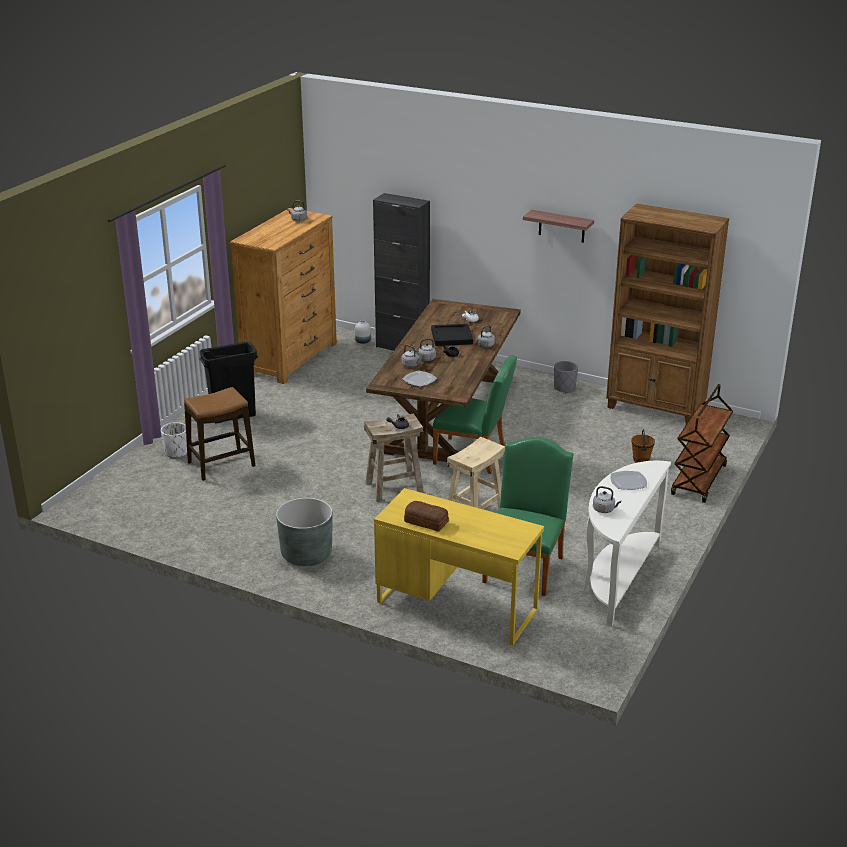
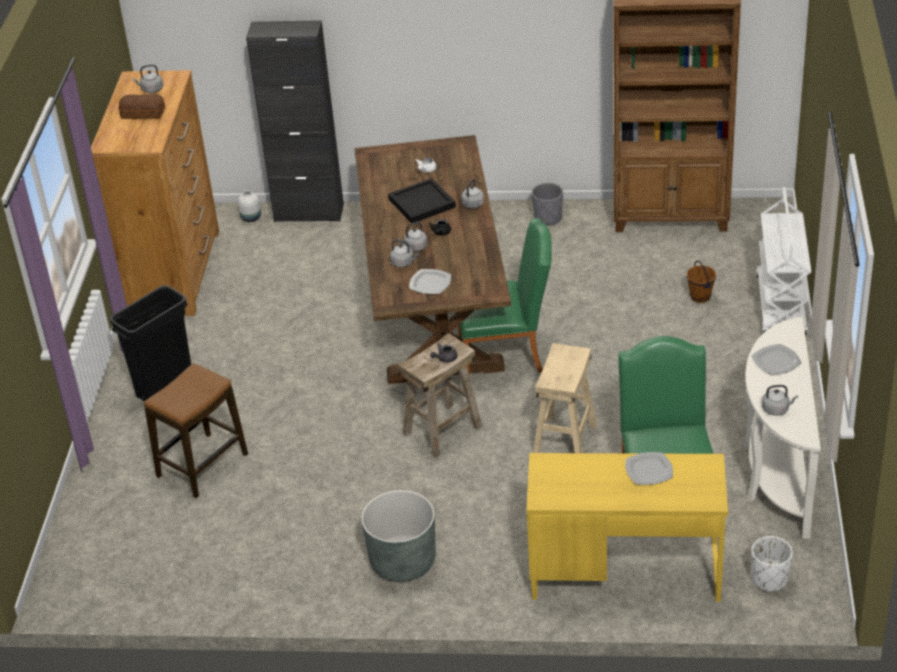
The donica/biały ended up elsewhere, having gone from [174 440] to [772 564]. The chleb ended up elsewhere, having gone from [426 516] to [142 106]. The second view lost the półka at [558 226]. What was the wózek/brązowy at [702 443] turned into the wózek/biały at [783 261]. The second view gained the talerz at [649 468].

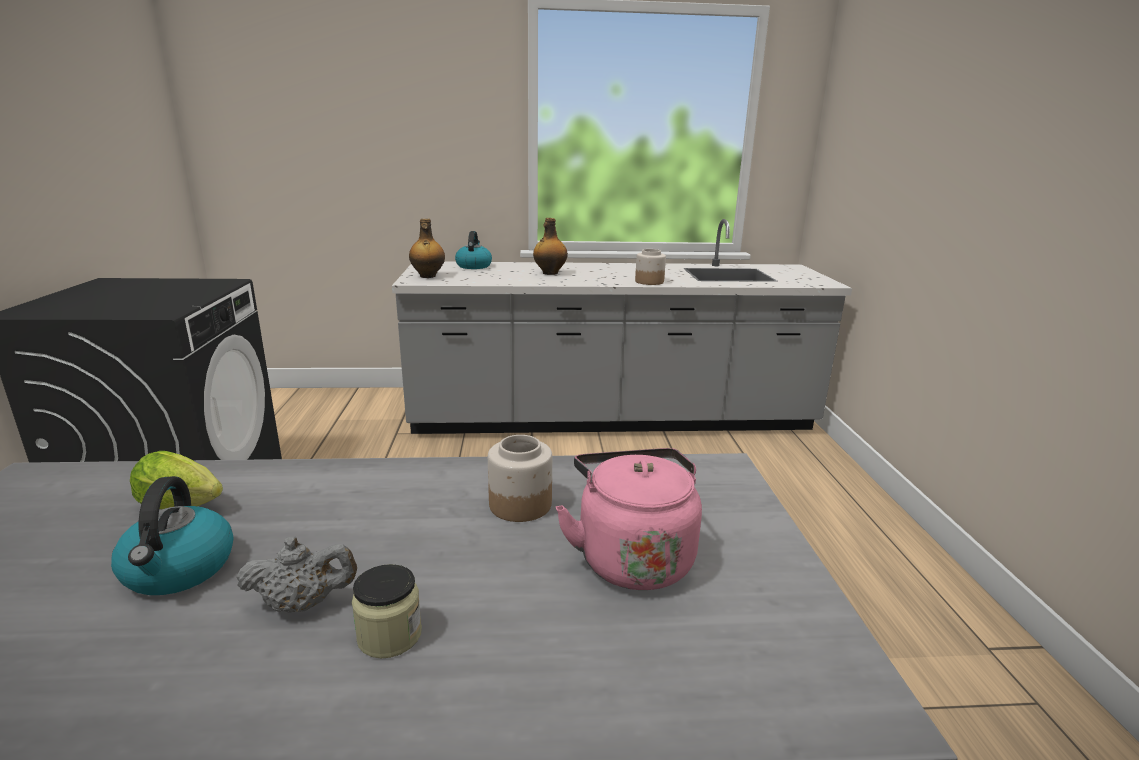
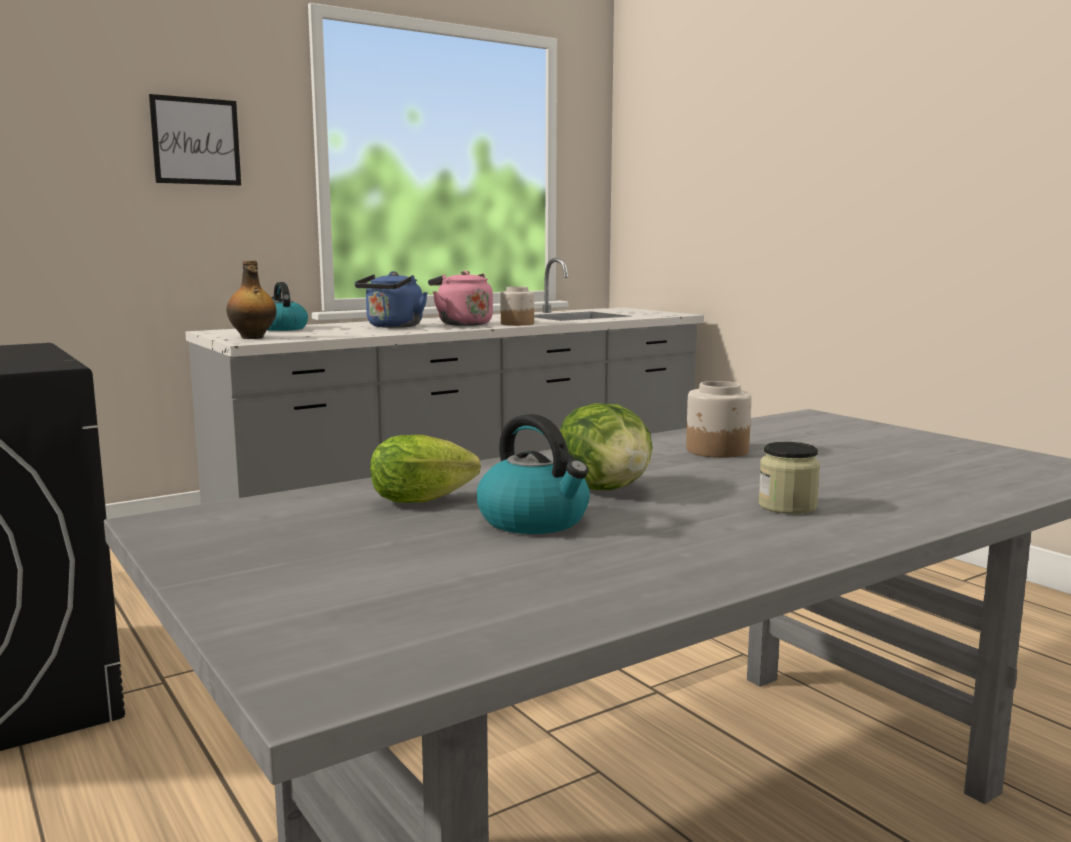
The second view lost the imbryk/szary at [297 574]. Where the butelka stood at [550 246], the czajnik/niebieski came to stand at [391 299]. The czajnik/różowy ended up elsewhere, having gone from [629 519] to [460 298]. The second view gained the obraz at [195 140]. The second view gained the sałata at [606 446].

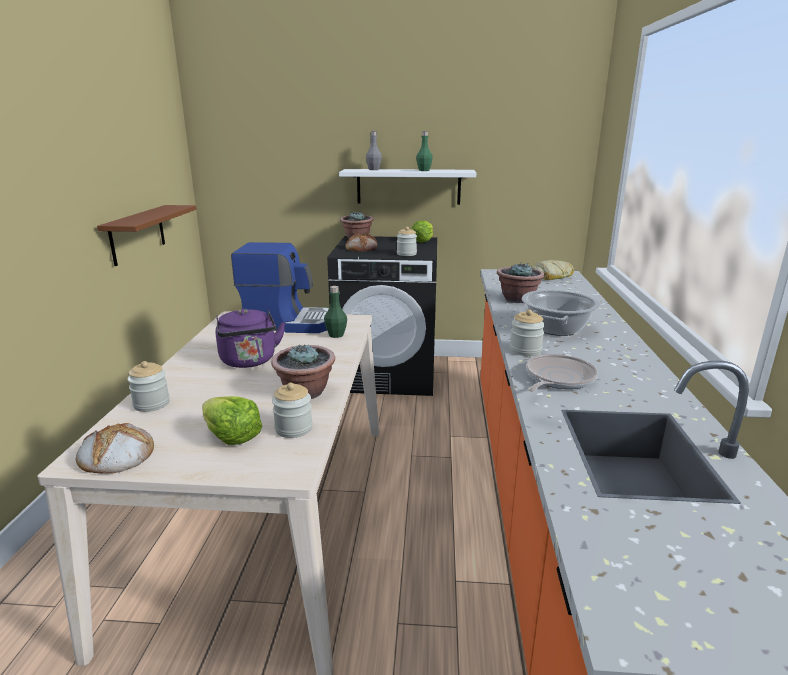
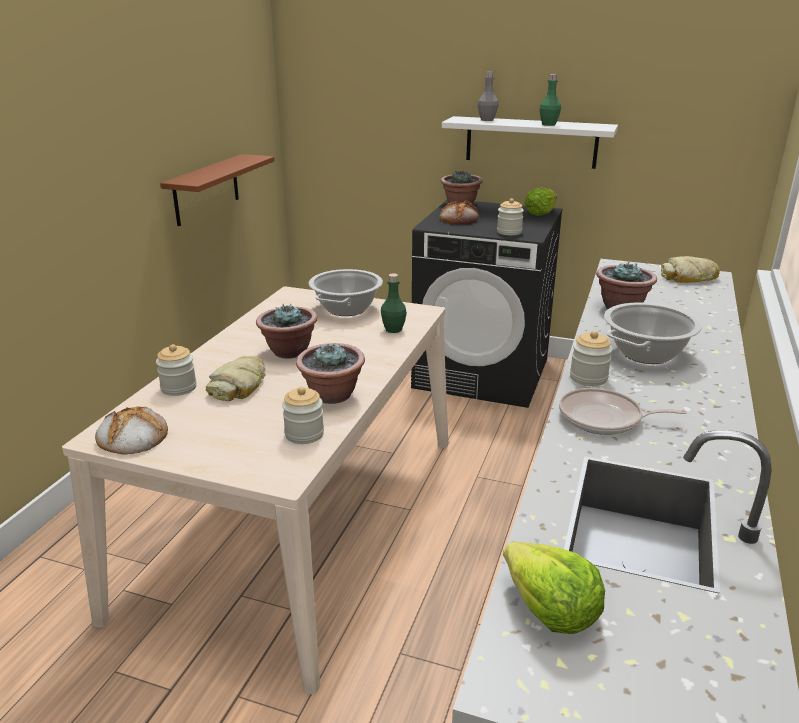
The sałata ended up elsewhere, having gone from [232 420] to [554 588]. Where the czajnik/fioletowy stood at [250 338], the roślina doniczkowa came to stand at [286 331]. Where the ekspres do kawy stood at [280 287], the garnek came to stand at [346 292]. The patelnia at [562 373] ended up facing another way, 135 degrees counterclockwise from before. The second view gained the chleb at [236 378].

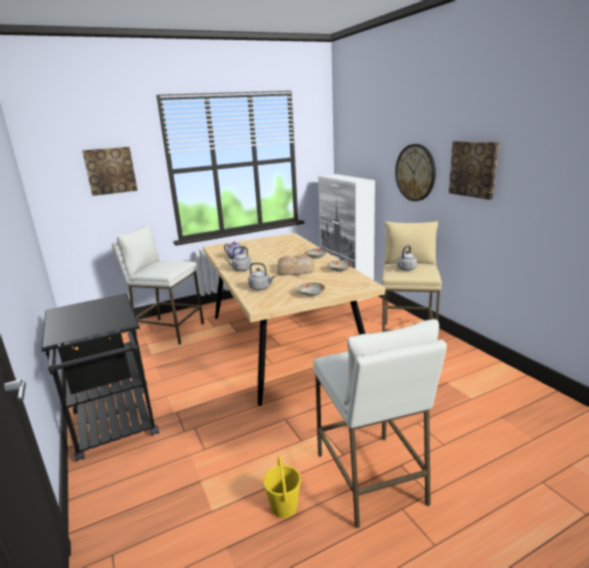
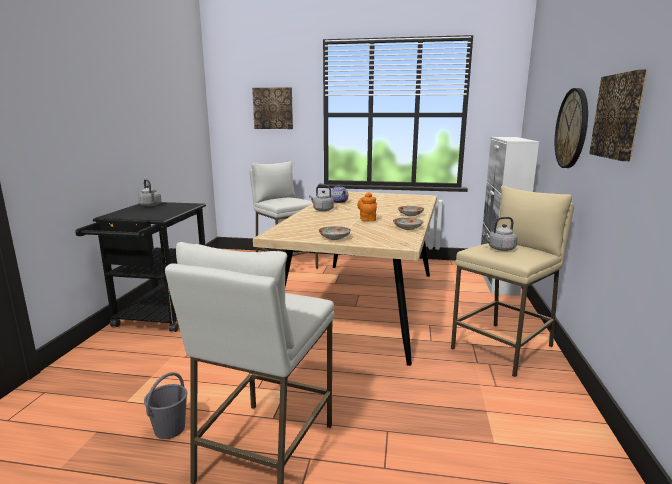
The czajnik/szary ended up elsewhere, having gone from [261 276] to [150 192]. What was the wiadro/żółty at [282 487] turned into the wiadro/szary at [165 405]. Where the chleb stood at [296 265], the imbryk/pomarańczowy came to stand at [367 207].

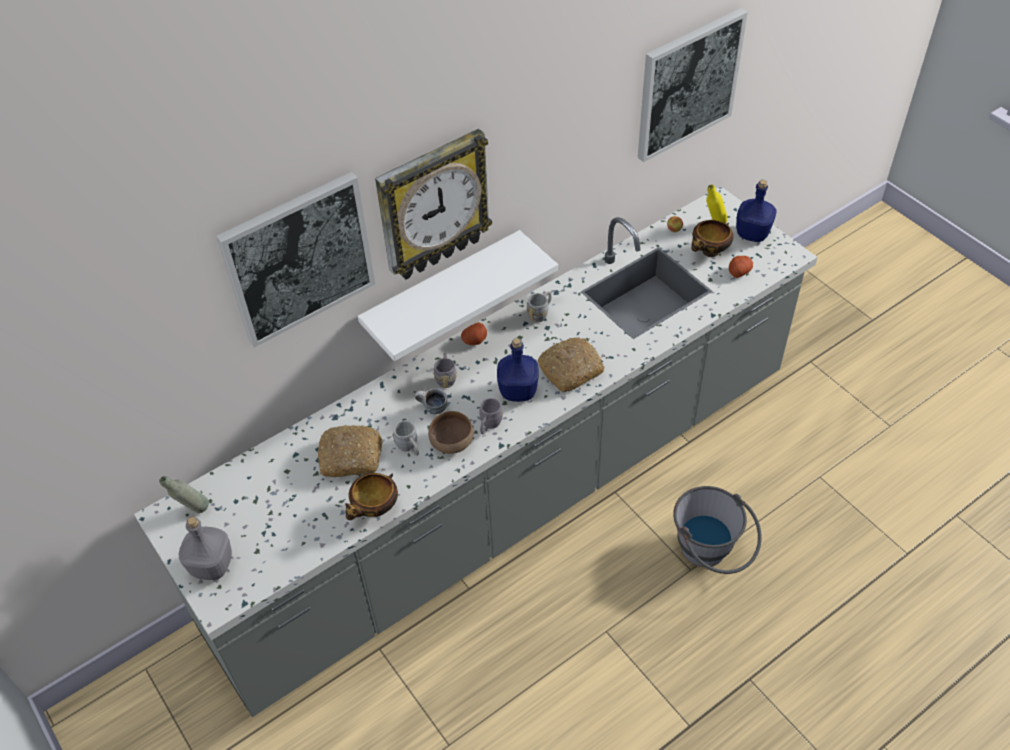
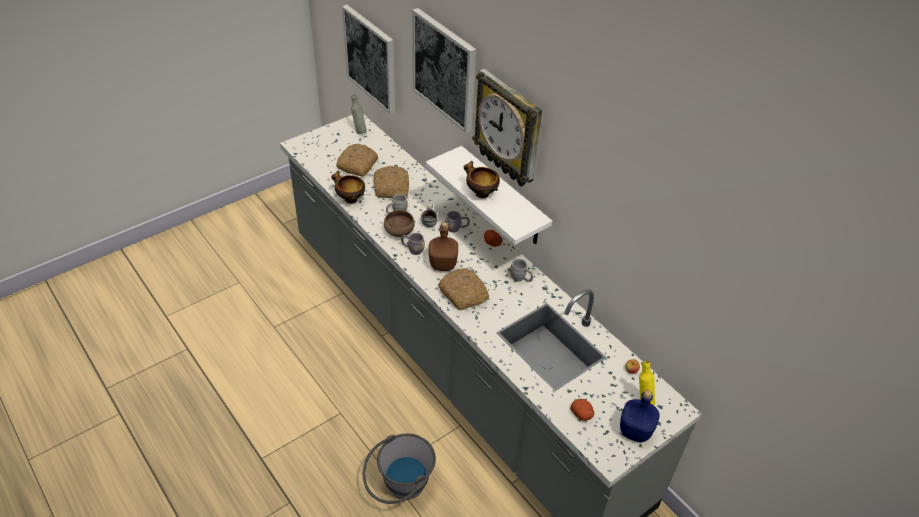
The second view lost the butelka/szary at [205 548]. What was the butelka/niebieski at [518 370] turned into the butelka/brązowy at [443 246]. The obraz ended up elsewhere, having gone from [693 85] to [368 59]. The miska ended up elsewhere, having gone from [712 238] to [482 180]. The second view gained the chleb at [357 160].

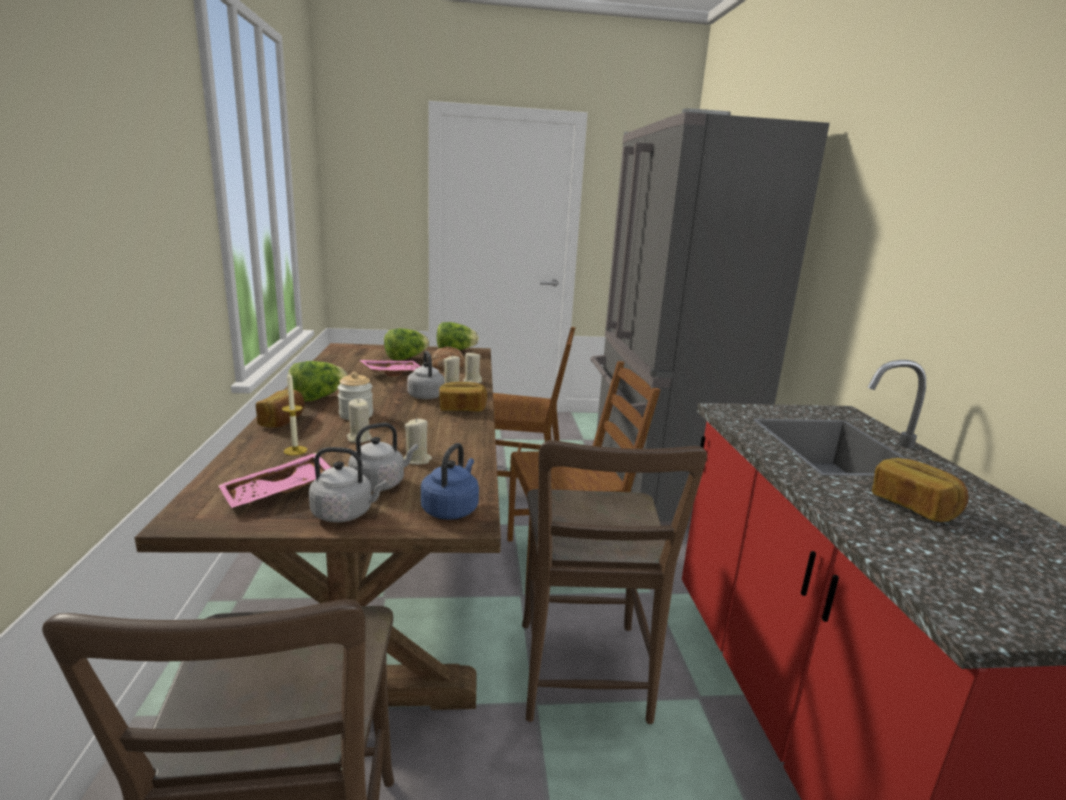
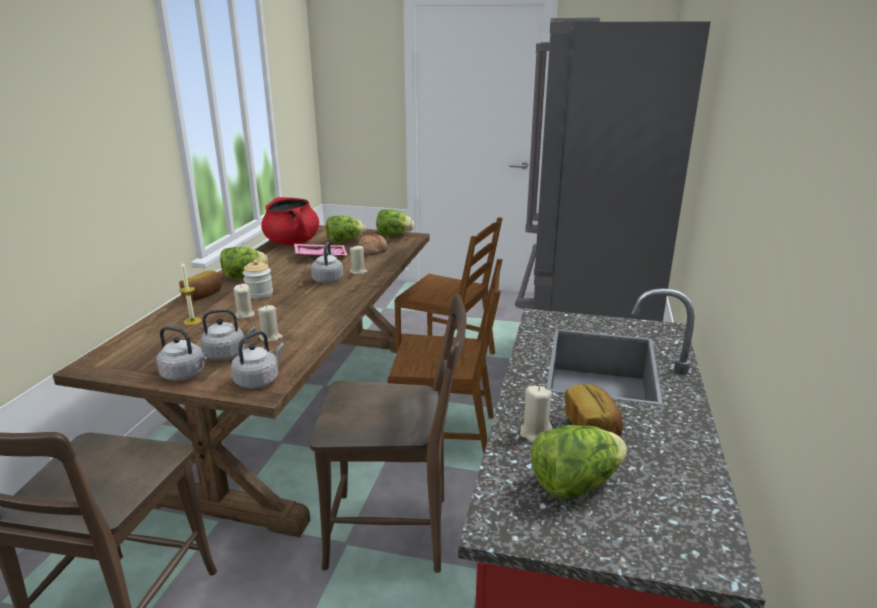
The second view lost the taca/różowy at [274 480]. What was the czajnik/niebieski at [450 481] turned into the czajnik/szary at [257 360]. The second view lost the chleb at [463 397]. The świeca/beżowy ended up elsewhere, having gone from [472 368] to [536 414]. The krzesło/brązowy at [614 582] ended up facing another way, 105 degrees counterclockwise from before. The second view gained the garnek/czerwony at [290 221]. The second view gained the sałata at [579 461].

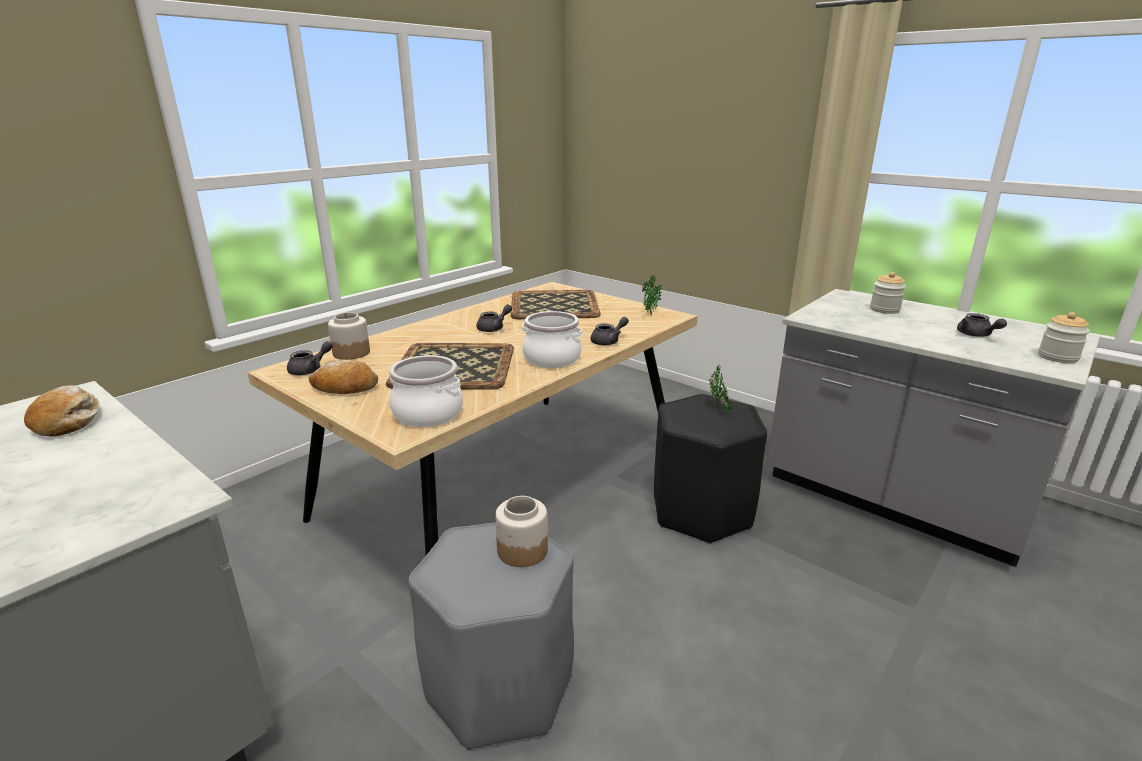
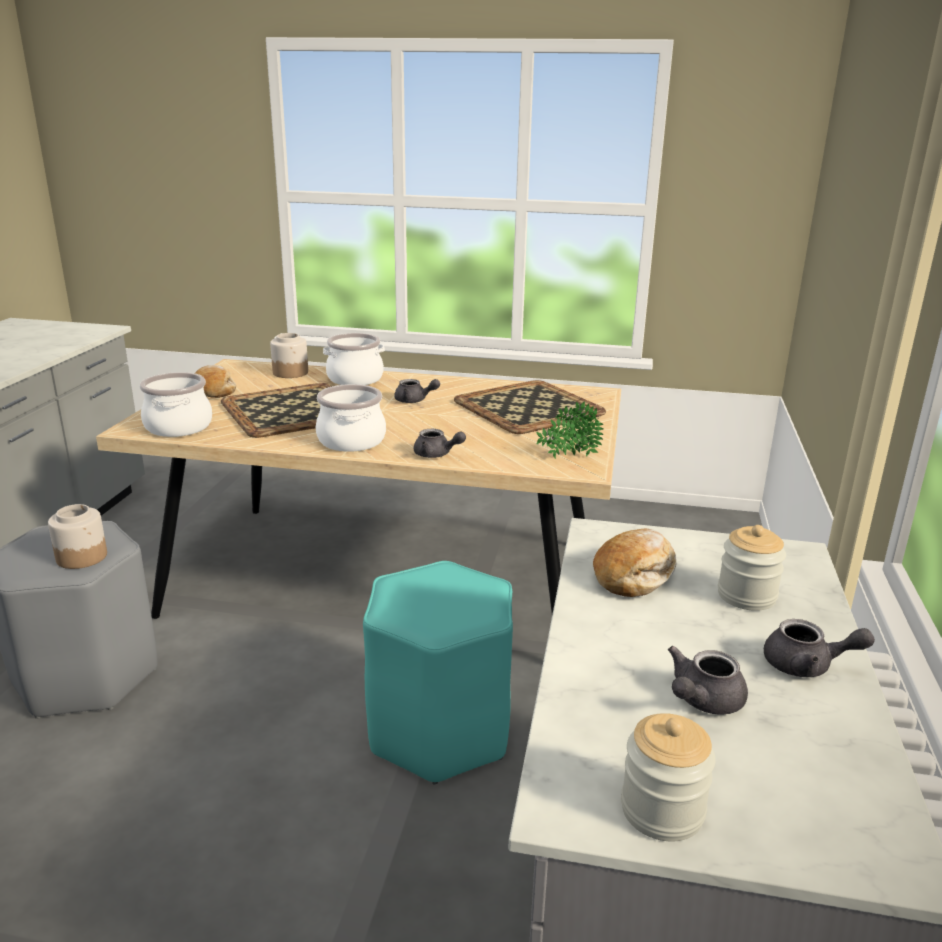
The chleb ended up elsewhere, having gone from [62 410] to [635 562]. The imbryk/szary ended up elsewhere, having gone from [310 358] to [819 648]. What was the stołek/czarny at [710 469] turned into the stołek/turkusowy at [438 672]. The second view lost the roślina doniczkowa at [721 388]. The second view gained the garnek at [354 359].

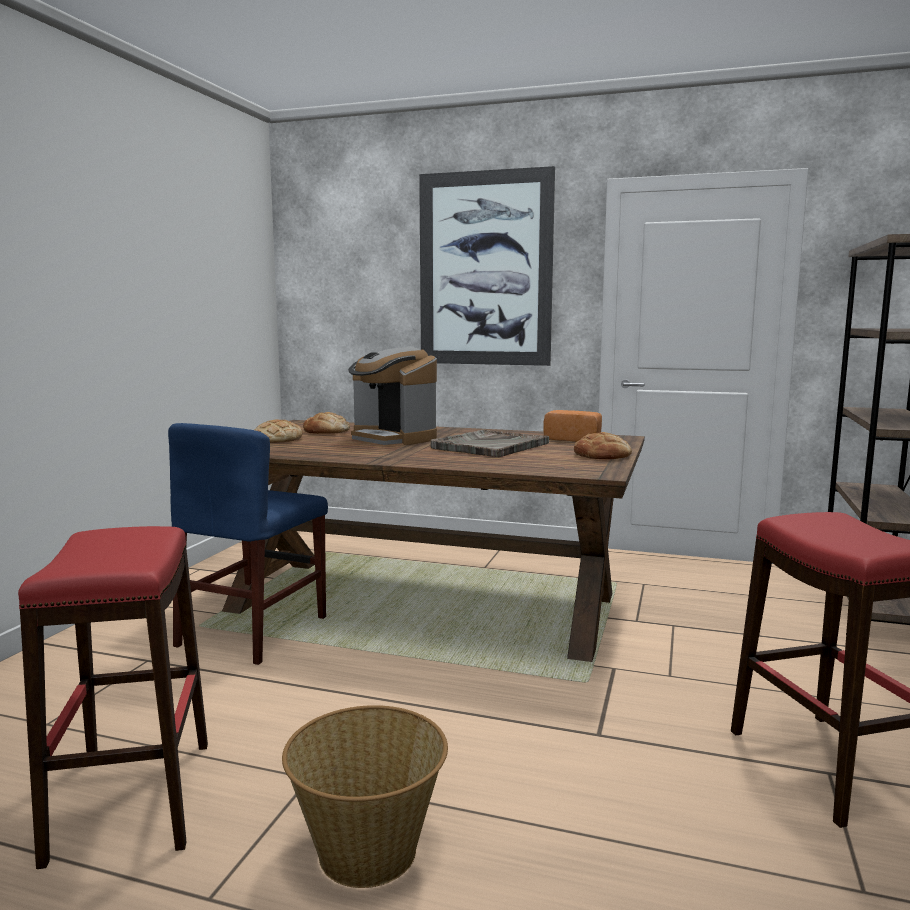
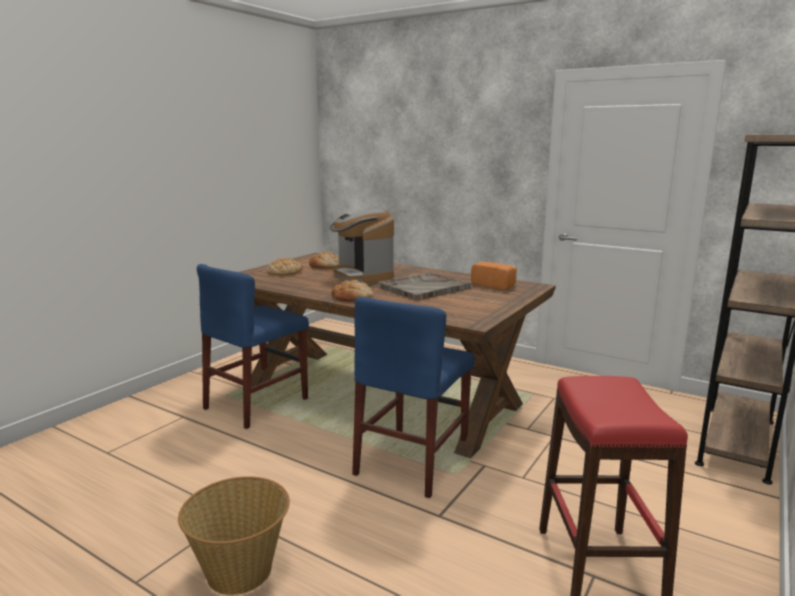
The second view lost the stołek/czerwony at [113 697]. The second view lost the obraz at [487 266]. The chleb ended up elsewhere, having gone from [603 445] to [352 291]. The second view gained the krzesło/niebieski at [413 397].

